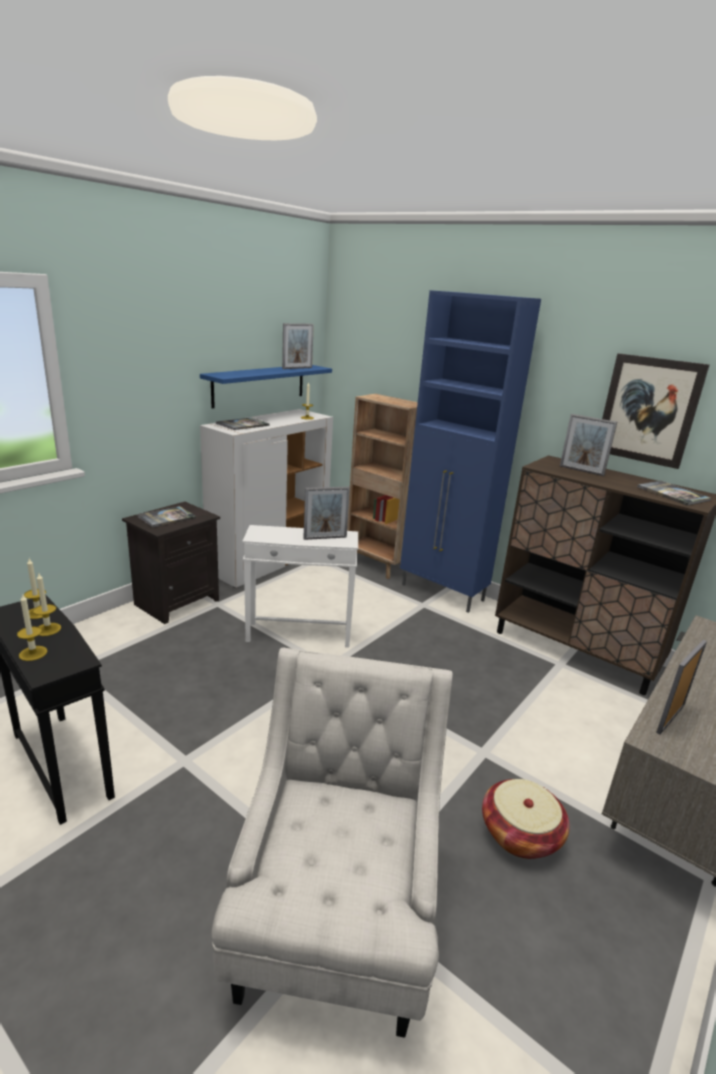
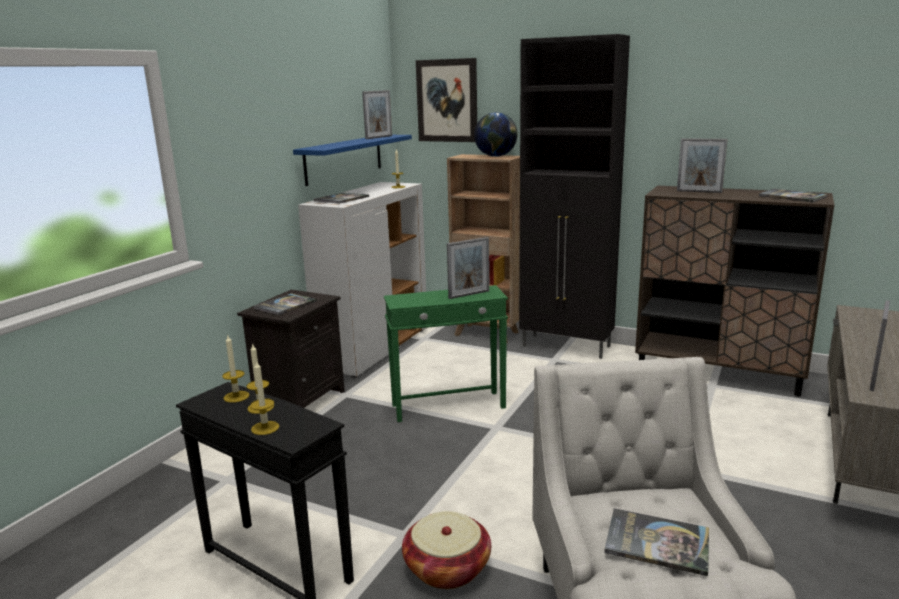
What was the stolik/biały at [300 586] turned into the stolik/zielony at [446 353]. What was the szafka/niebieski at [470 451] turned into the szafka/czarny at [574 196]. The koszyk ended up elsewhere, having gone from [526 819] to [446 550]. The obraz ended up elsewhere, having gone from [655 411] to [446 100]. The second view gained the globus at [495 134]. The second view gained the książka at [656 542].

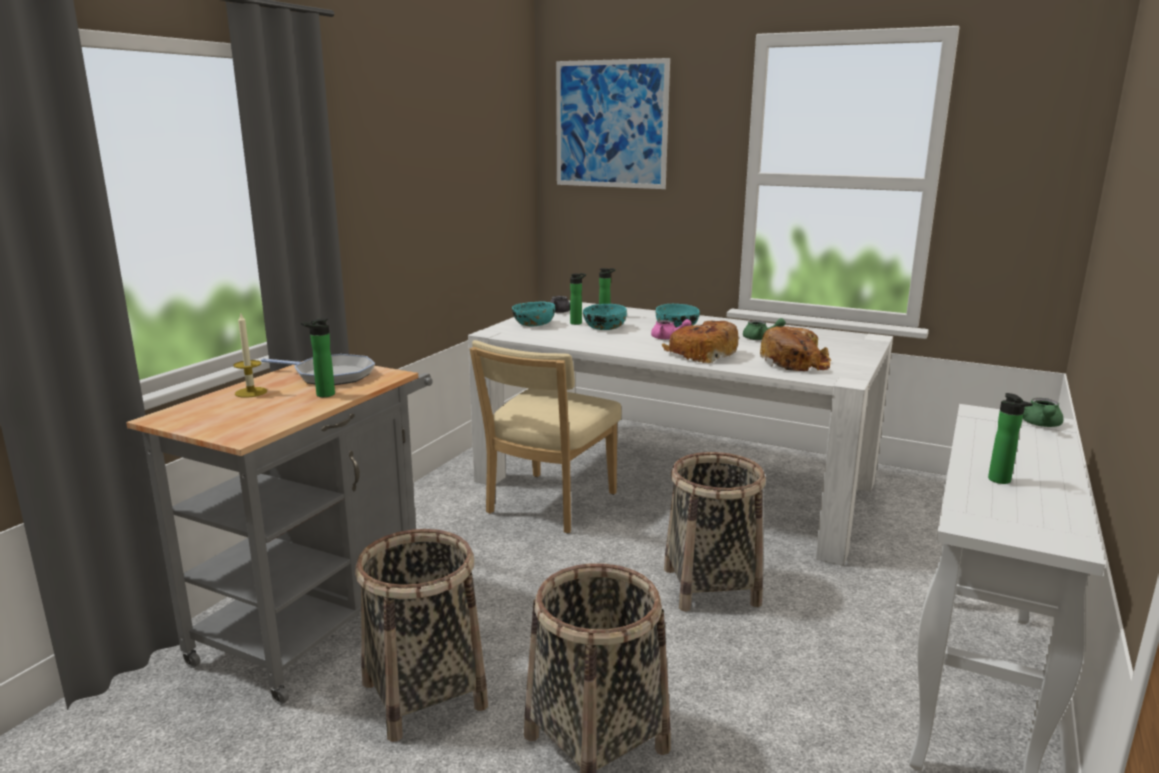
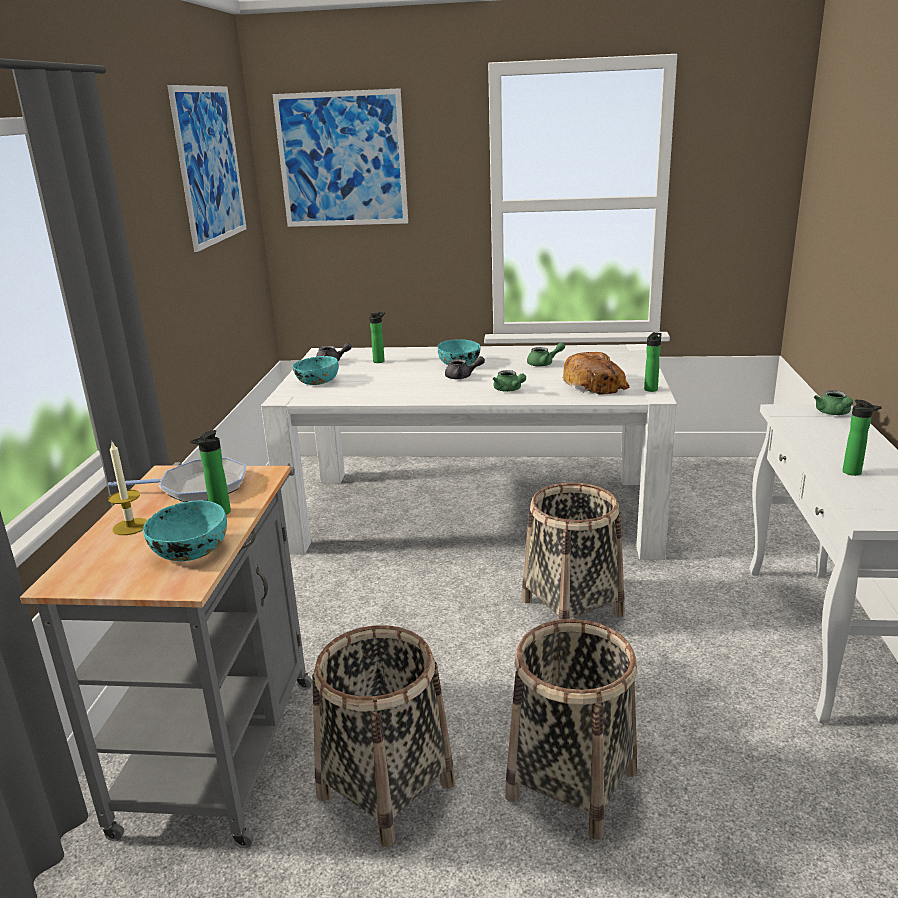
The second view lost the krzesło/beżowy at [545 436]. The butelka ended up elsewhere, having gone from [578 299] to [653 362]. The miska/turkusowy ended up elsewhere, having gone from [605 317] to [185 530]. What was the imbryk/różowy at [671 329] turned into the imbryk/szary at [465 367]. Where the chleb stood at [700 342], the imbryk/zielony came to stand at [509 381]. The second view gained the obraz at [207 168].

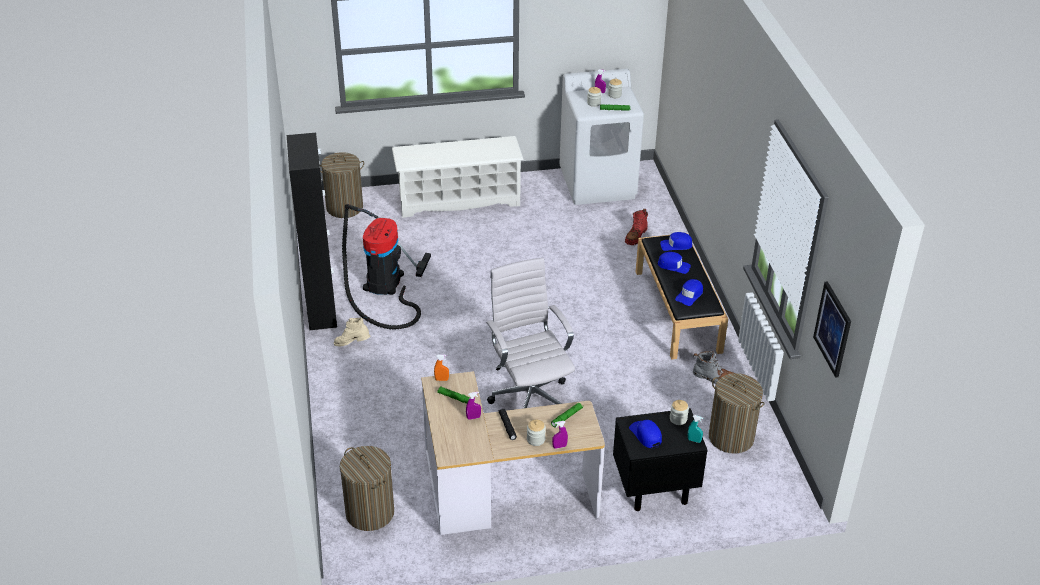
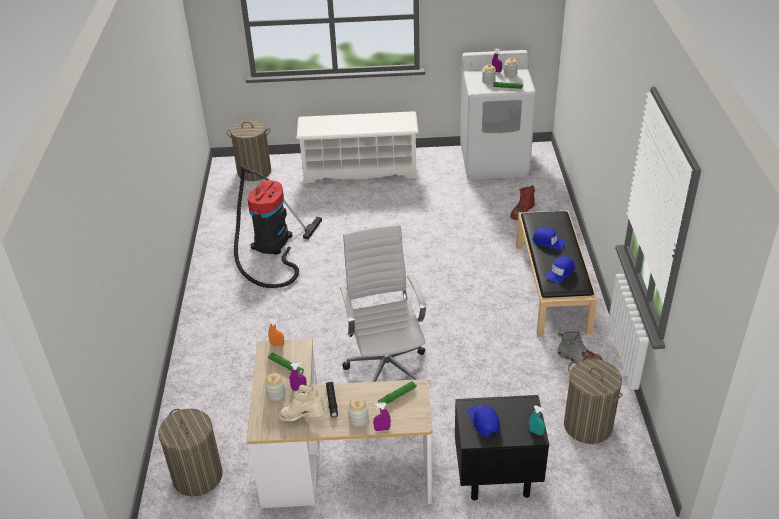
The second view lost the szafka/czarny at [312 231]. The but z cholewką/beżowy ended up elsewhere, having gone from [352 332] to [302 403]. The second view lost the czapka z daszkiem/niebieski at [676 241]. The słoik ended up elsewhere, having gone from [679 412] to [275 387]. The second view lost the obraz at [832 329].

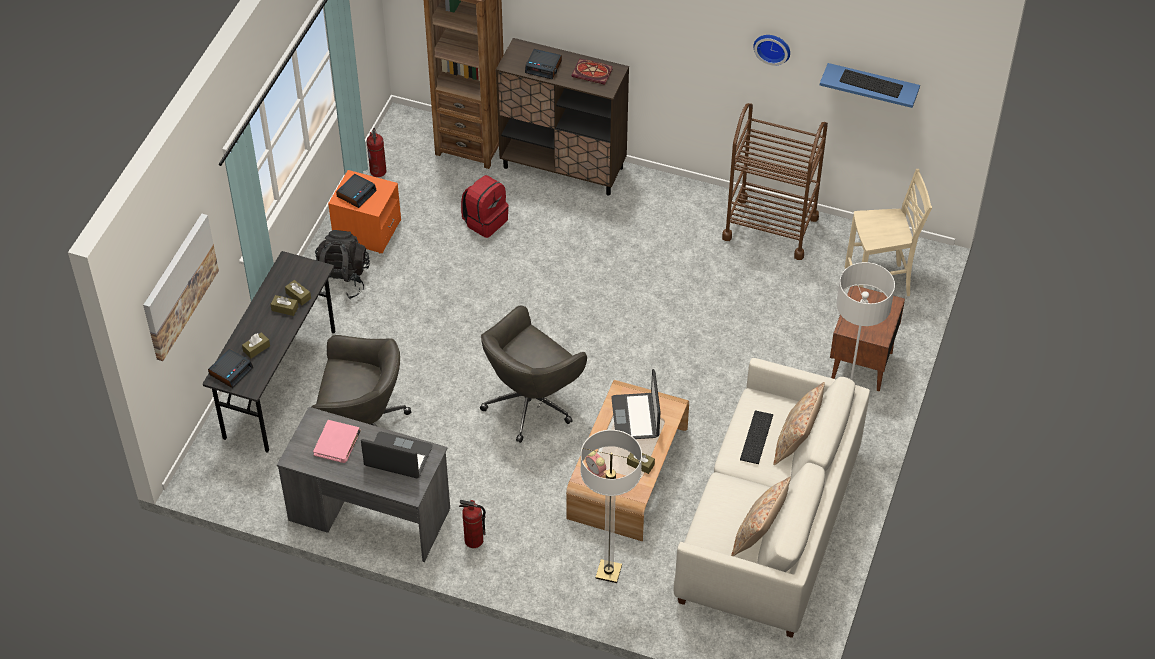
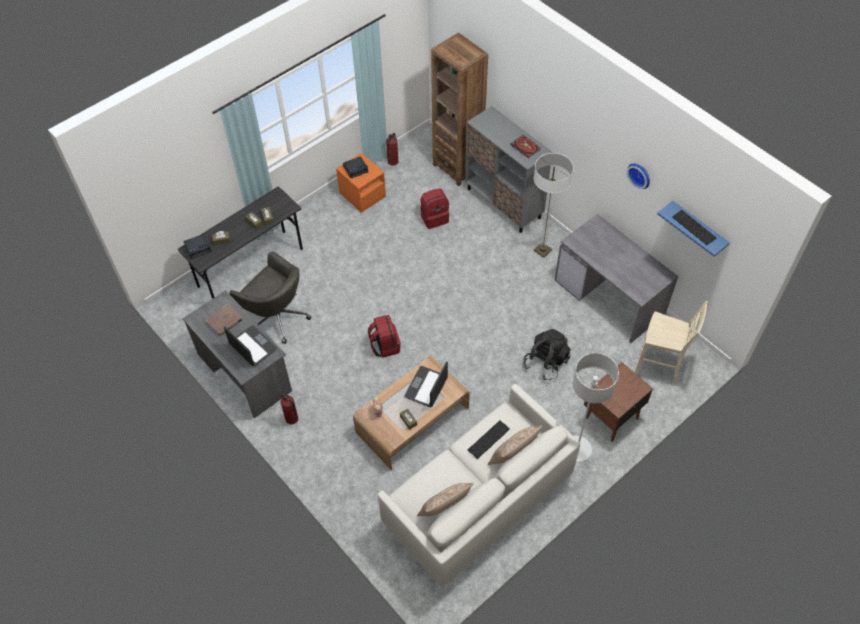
The second view lost the obraz at [181 287]. What was the książka/różowy at [337 441] turned into the książka/brązowy at [224 320]. The plecak/czarny ended up elsewhere, having gone from [342 265] to [547 354]. Where the krzesło biurowe/szary stood at [533 374], the plecak/czerwony came to stand at [384 336]. What was the szafka/brązowy at [562 117] turned into the szafka/szary at [509 169]. The second view lost the budzik at [543 64]. The lampa stojąca ended up elsewhere, having gone from [611 506] to [553 205]. Where the wózek/brązowy stood at [775 181], the biurko/szary came to stand at [616 279].

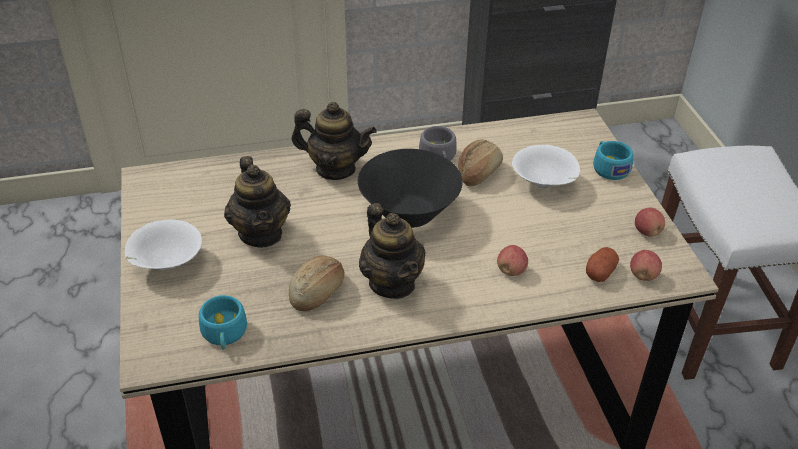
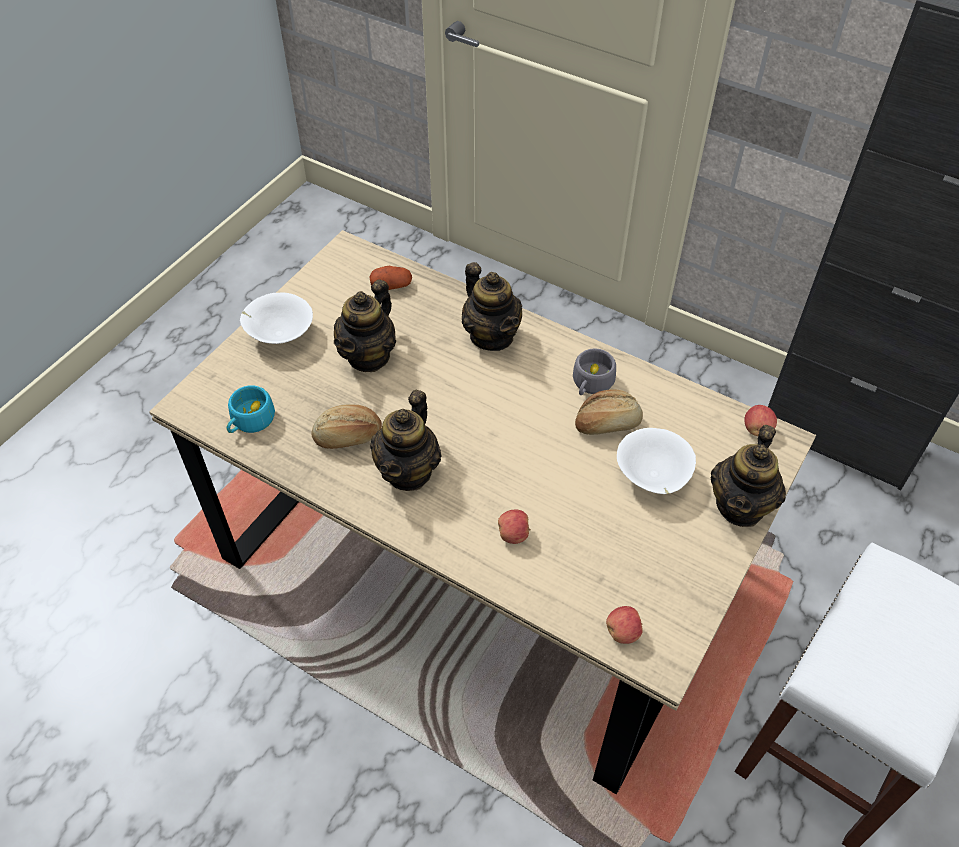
The second view lost the miska/czarny at [410 188]. The ziemniak ended up elsewhere, having gone from [602 264] to [390 278]. Where the filiżanka/turkusowy stood at [613 160], the imbryk came to stand at [748 476]. The jabłko ended up elsewhere, having gone from [650 222] to [760 420].

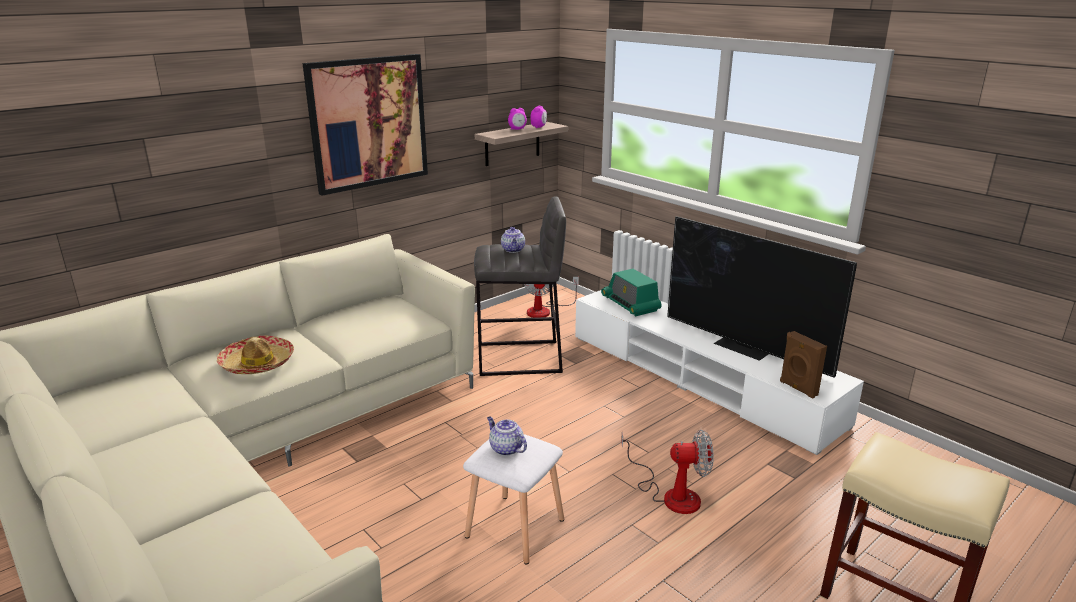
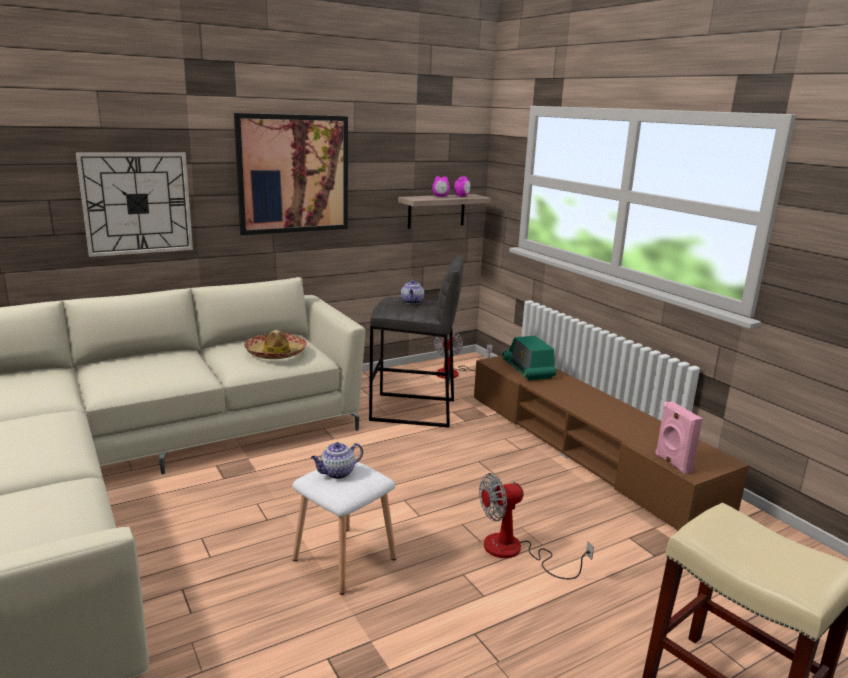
The kapelusz ended up elsewhere, having gone from [255 354] to [275 344]. The imbryk at [507 436] ended up facing another way, 90 degrees counterclockwise from before. What was the szafka pod telewizor/biały at [719 372] turned into the szafka pod telewizor/brązowy at [611 443]. The wentylator at [667 472] ended up facing another way, 150 degrees clockwise from before. The second view lost the telewizor at [762 297]. What was the głośnik/brązowy at [803 365] turned into the głośnik/różowy at [679 437]. The second view gained the zegar ścienny at [134 204].

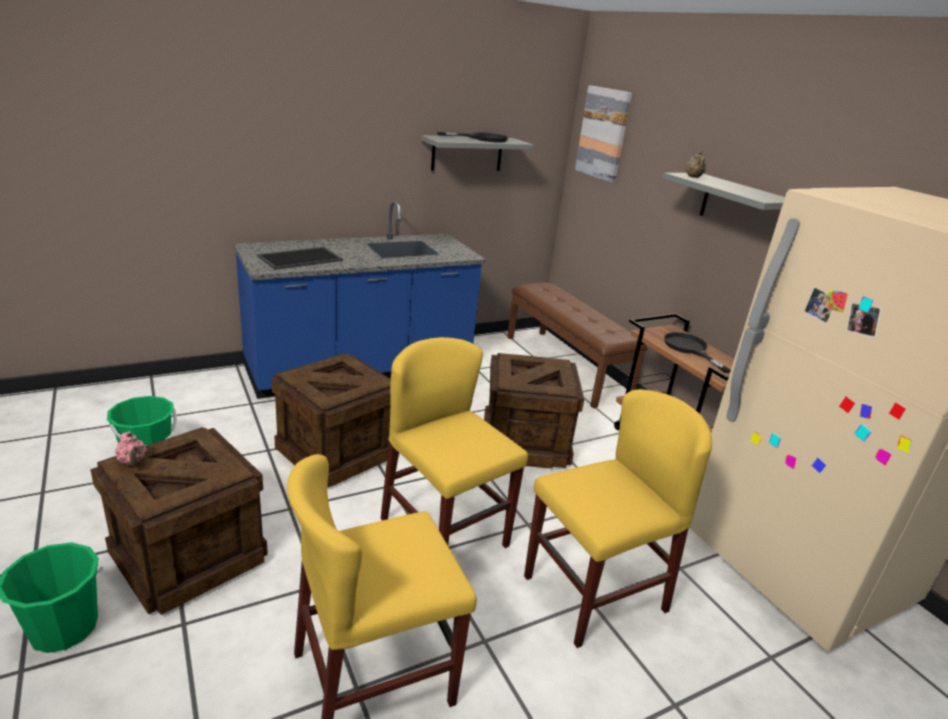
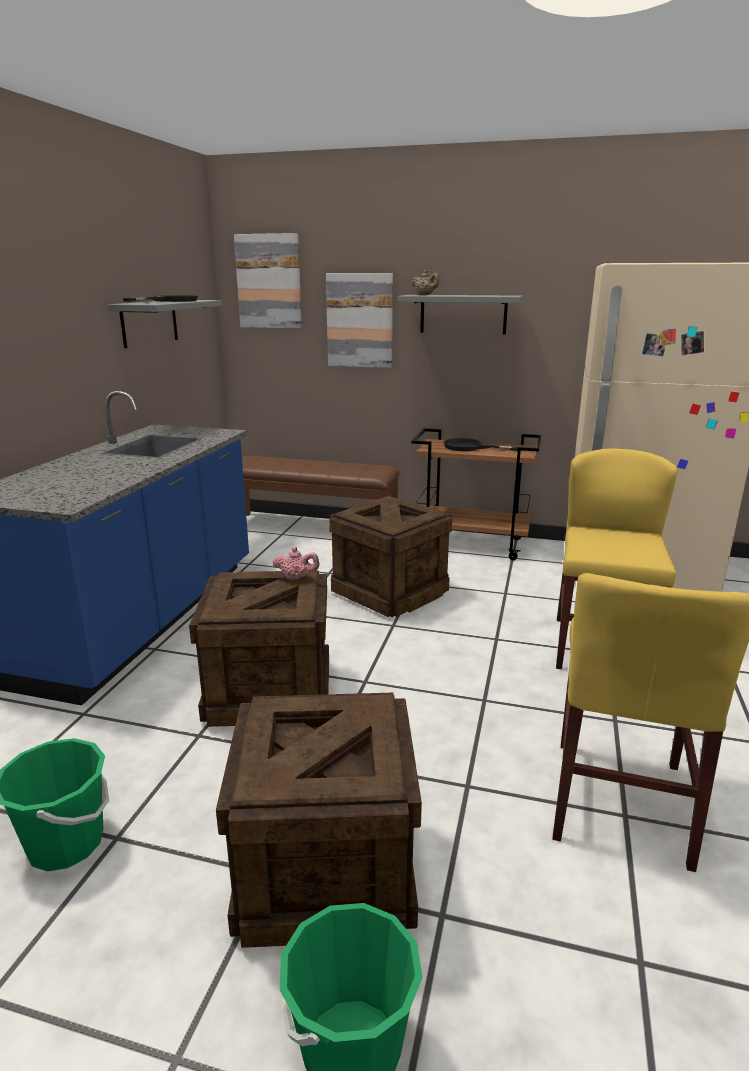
The imbryk/różowy ended up elsewhere, having gone from [130 448] to [296 563]. The second view lost the taca at [300 258]. The second view lost the krzesło/żółty at [454 442]. The second view gained the obraz at [359 320].

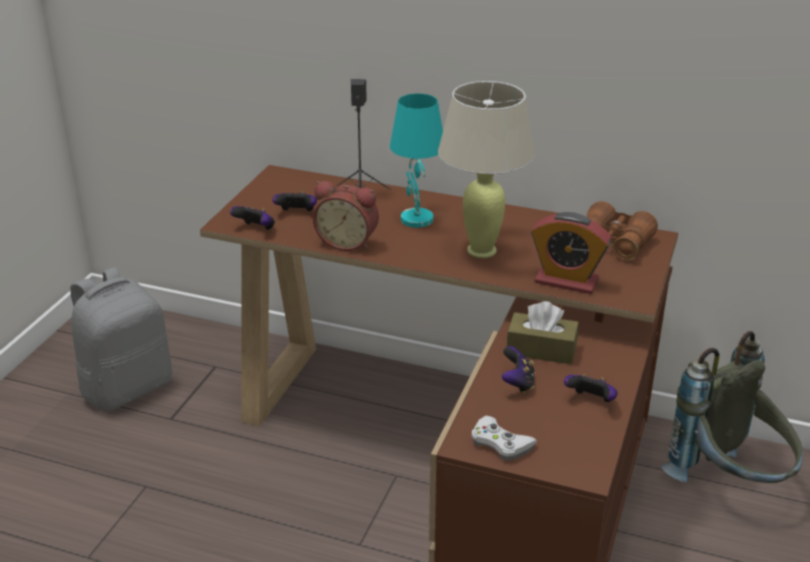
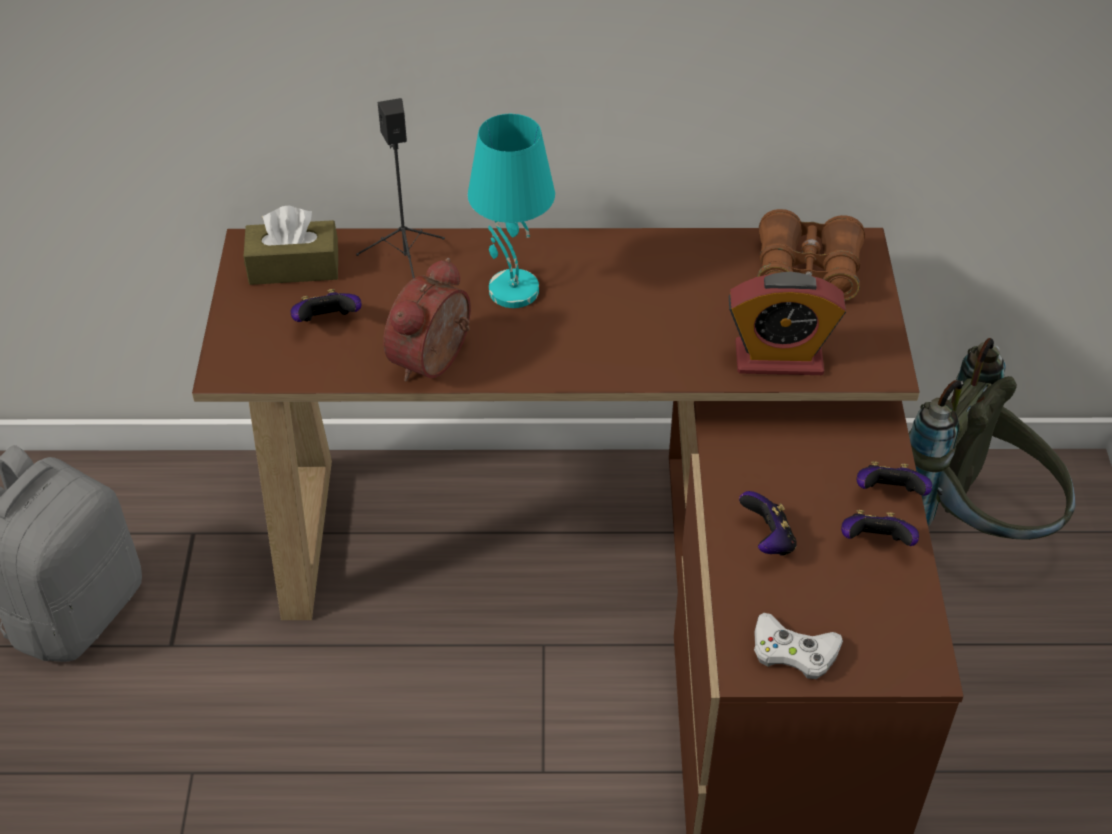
The pad do gier ended up elsewhere, having gone from [252 218] to [894 478]. The budzik at [346 216] ended up facing another way, 120 degrees clockwise from before. The second view lost the lampa stołowa/beżowy at [486 169]. The pudełko chusteczek/brązowy ended up elsewhere, having gone from [543 332] to [291 245].

